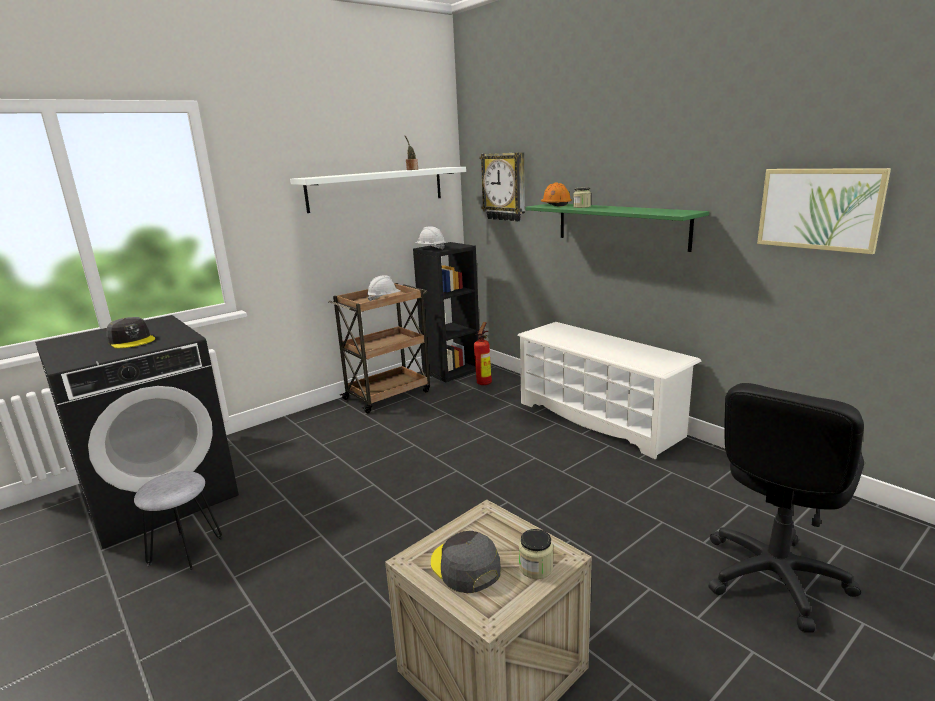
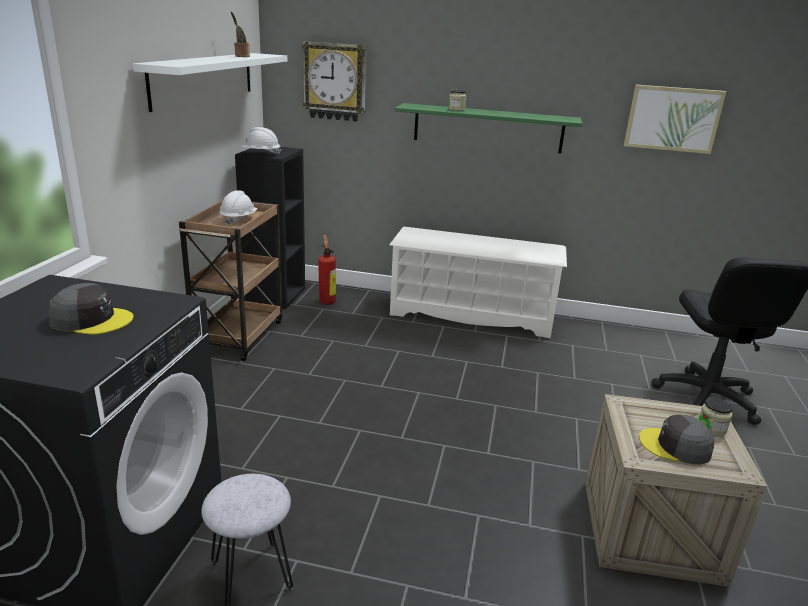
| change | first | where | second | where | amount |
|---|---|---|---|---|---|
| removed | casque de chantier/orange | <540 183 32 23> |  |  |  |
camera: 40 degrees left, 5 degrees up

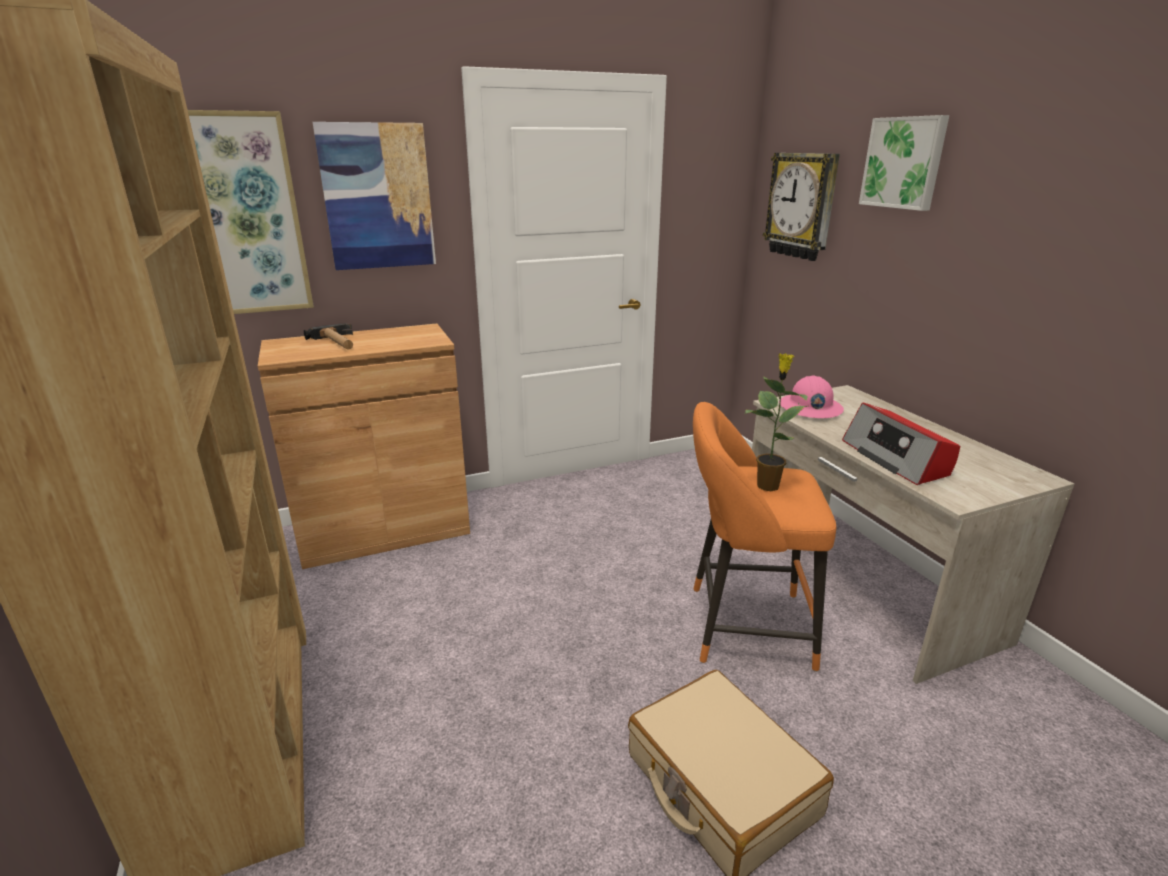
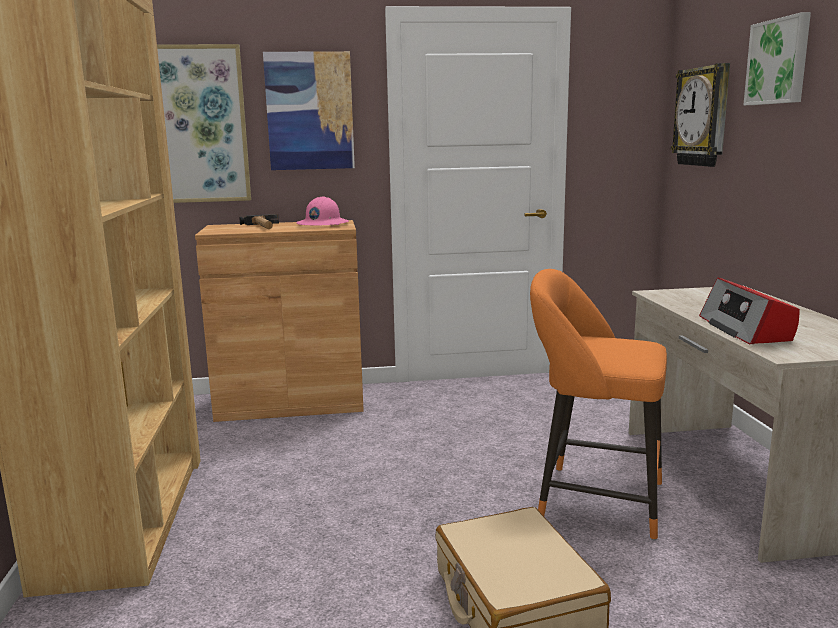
| change | first | where | second | where | amount |
|---|---|---|---|---|---|
| moved | casque de chantier/rose | <779 376 65 42> |  | <296 196 53 30> |  |
| removed | plante en pot | <745 353 63 138> |  |  |  |
camera: 15 degrees right, 10 degrees down

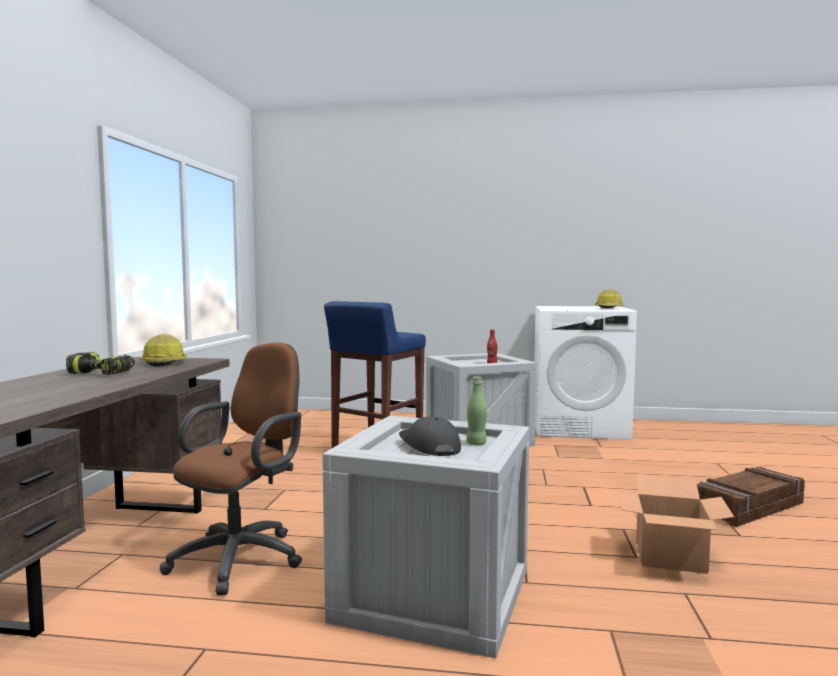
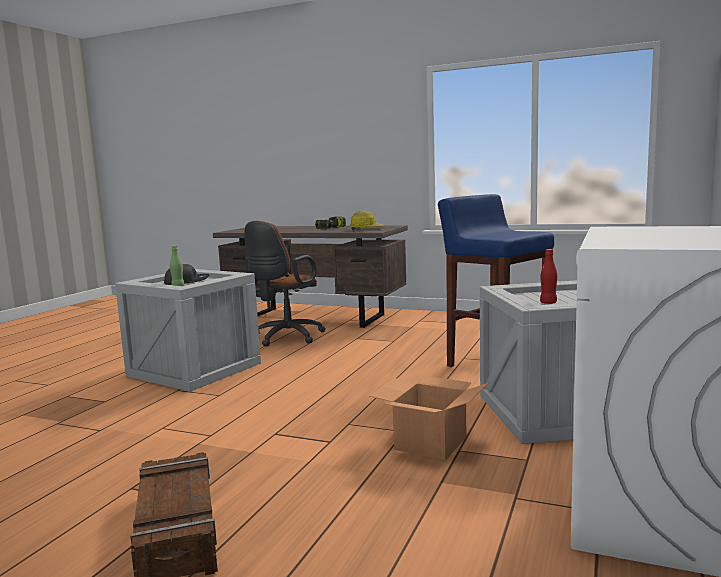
| change | first | where | second | where | amount |
|---|---|---|---|---|---|
| turned | chaise de bureau/marron | <160 342 142 254> |  | <244 221 82 126> | 75 degrees clockwise |
| moved | carton | <618 475 116 99> |  | <369 376 119 85> |  |
| removed | casque de chantier | <595 289 29 19> |  |  |  |
camera: 105 degrees right, 5 degrees up

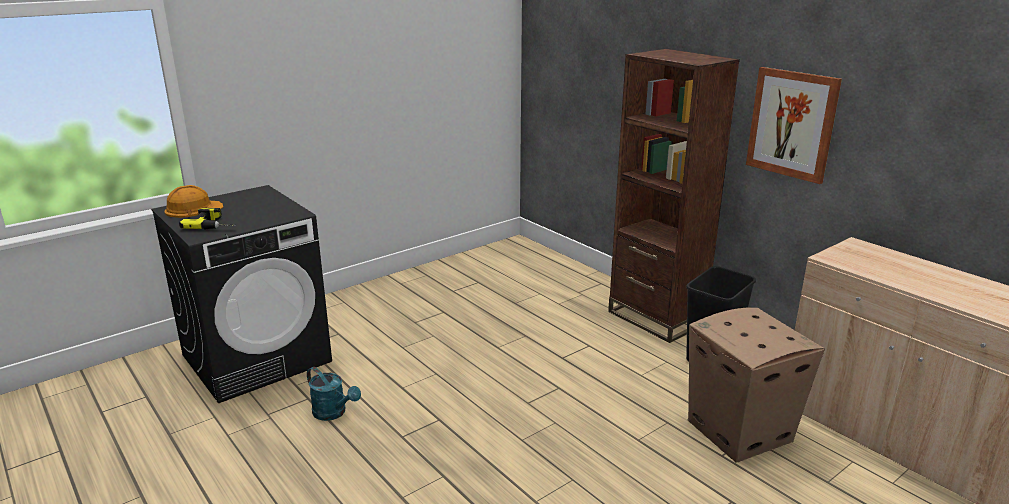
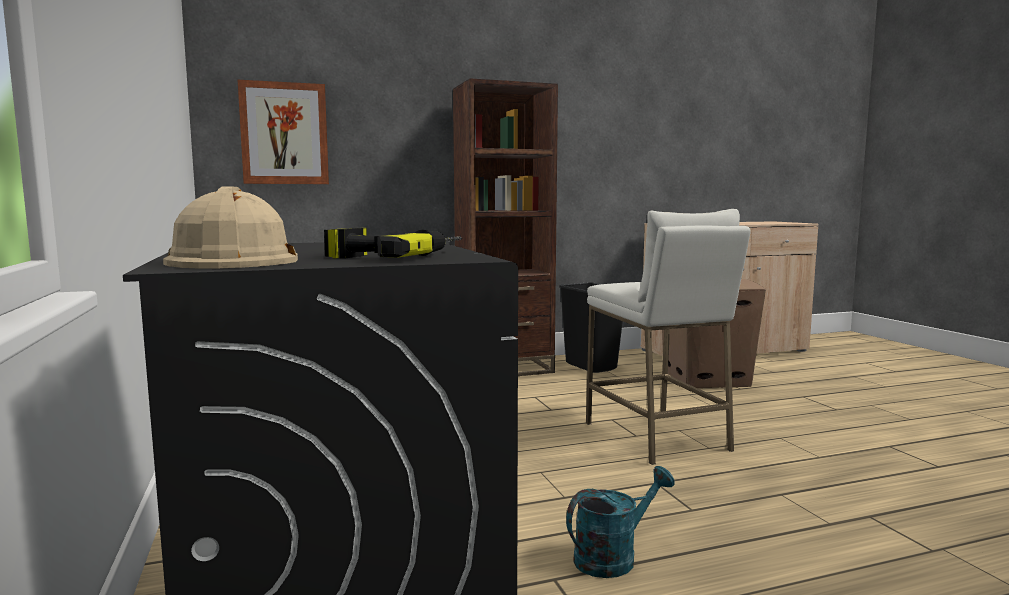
| change | first | where | second | where | amount |
|---|---|---|---|---|---|
| recoloured | casque de chantier/orange | <165 185 58 33> | casque de chantier/beige | <163 187 135 81> |  |
| moved | tableau | <746 67 96 117> |  | <238 80 91 104> |  |
| added |  |  | tabouret/blanc | <586 209 165 256> |  |
camera: 70 degrees left, 15 degrees down

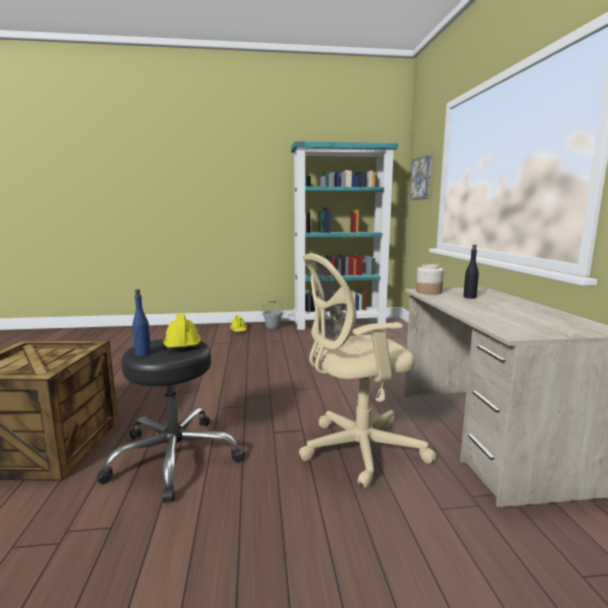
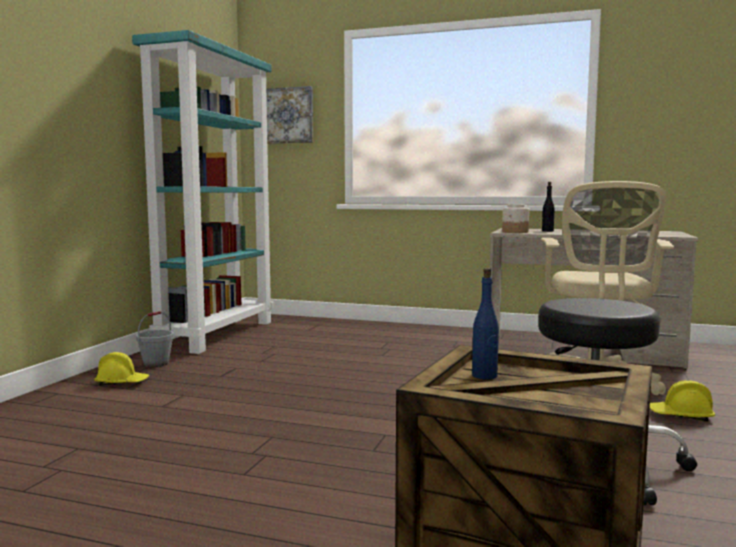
| change | first | where | second | where | amount |
|---|---|---|---|---|---|
| moved | bouteille/bleu | <132 289 19 67> |  | <472 268 27 111> |  |
| moved | casque de chantier/jaune | <163 314 38 37> |  | <650 380 65 42> |  |
camera: 65 degrees left, 5 degrees down

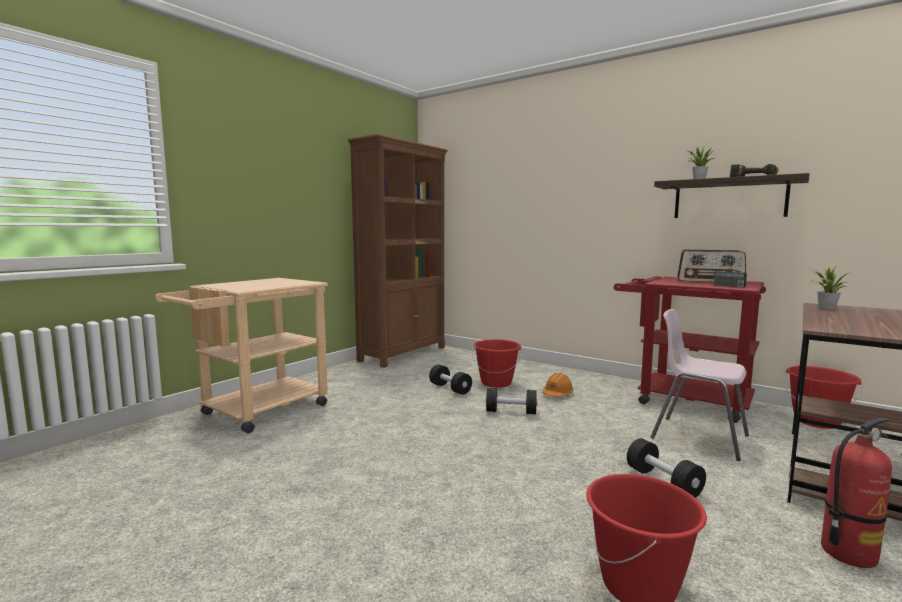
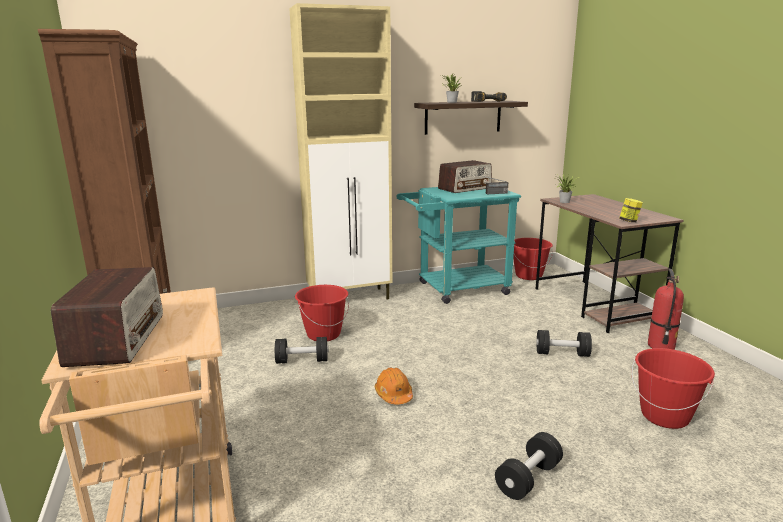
| change | first | where | second | where | amount |
|---|---|---|---|---|---|
| added |  |  | radio | <51 267 112 100> |  |
| added |  |  | meuble de rangement/beige | <289 3 103 297> |  |
| moved | casque de chantier/orange | <542 373 32 24> |  | <375 368 38 36> |  |
| recoloured | chariot/rouge | <614 276 152 147> | chariot/turquoise | <396 187 125 117> |  |
| moved | haltère/noir | <486 388 52 26> |  | <495 432 68 68> |  |
| added |  |  | bocal | <619 198 24 24> |  |
| removed | chaise/rose | <651 309 98 152> |  |  |  |
camera: 55 degrees left, 10 degrees up

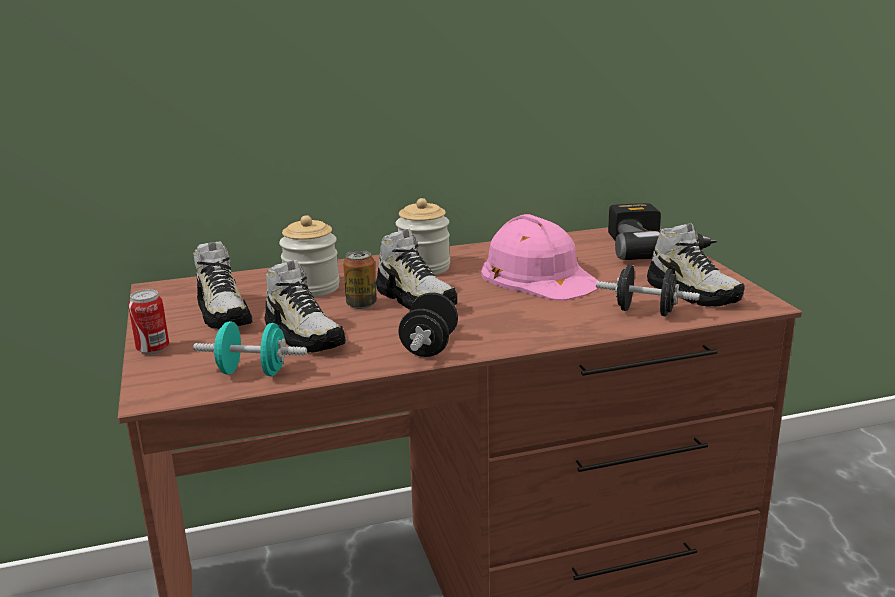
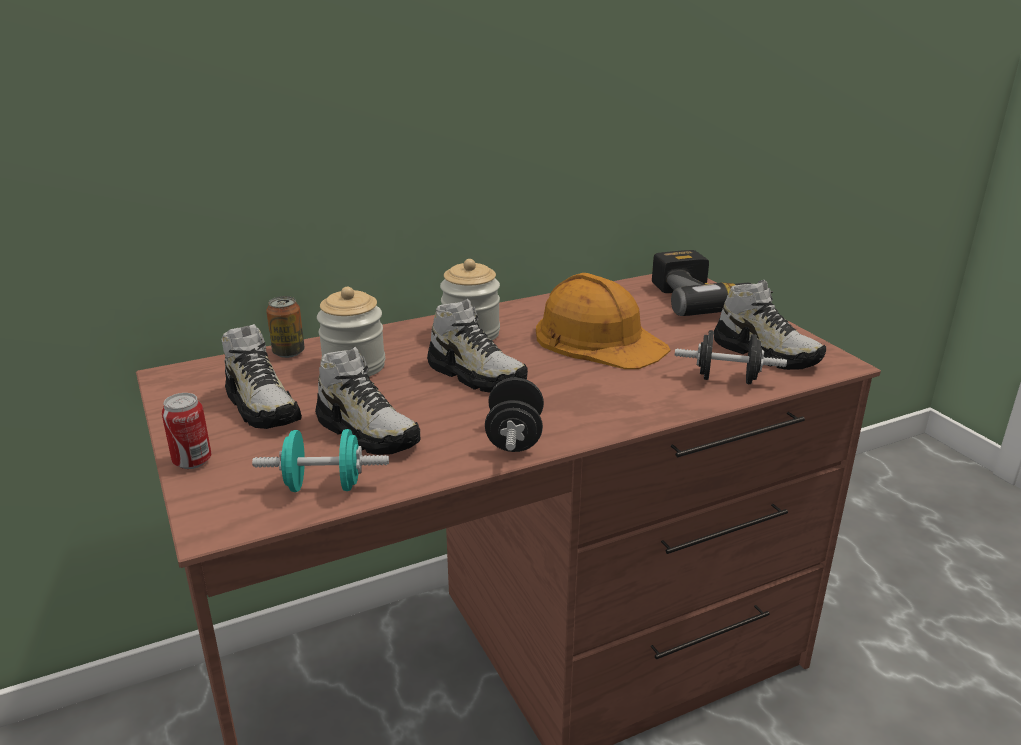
| change | first | where | second | where | amount |
|---|---|---|---|---|---|
| moved | boîte métallique | <343 250 34 59> |  | <266 296 39 62> |  |
| recoloured | casque de chantier/rose | <481 214 119 87> | casque de chantier/orange | <536 273 134 96> |  |
camera: 10 degrees left, 5 degrees up

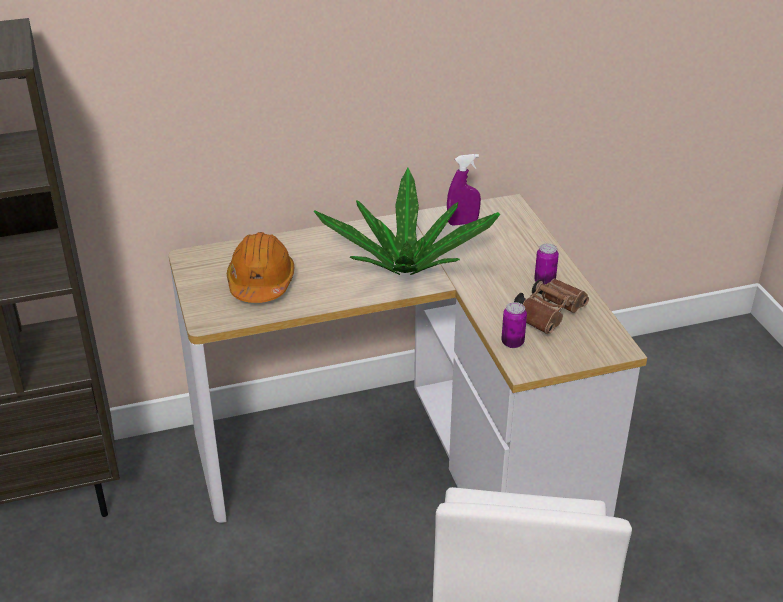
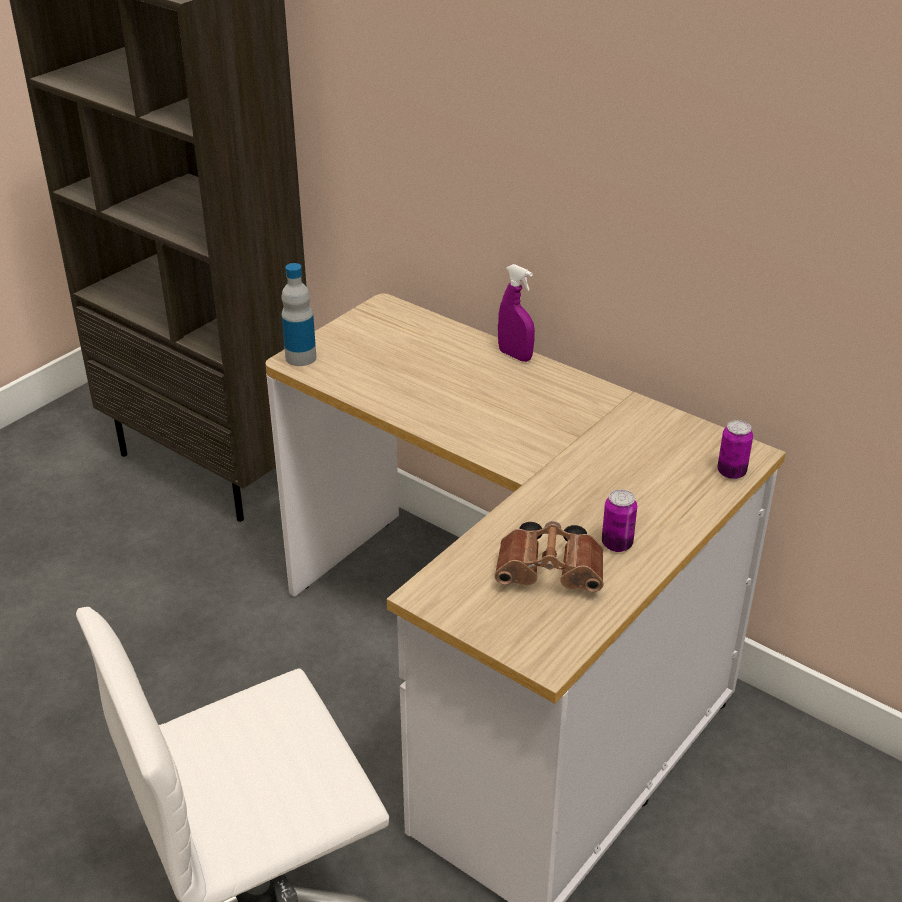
| change | first | where | second | where | amount |
|---|---|---|---|---|---|
| added |  |  | bouteille | <281 263 35 103> |  |
| moved | vaporisateur/violet | <447 154 34 71> |  | <498 264 37 98> |  |
| moved | boîte métallique | <501 302 26 46> |  | <717 420 36 59> |  |
| removed | casque de chantier/orange | <227 232 67 71> |  |  |  |
| removed | plante en pot | <314 168 187 107> |  |  |  |
camera: 55 degrees right, 0 degrees up

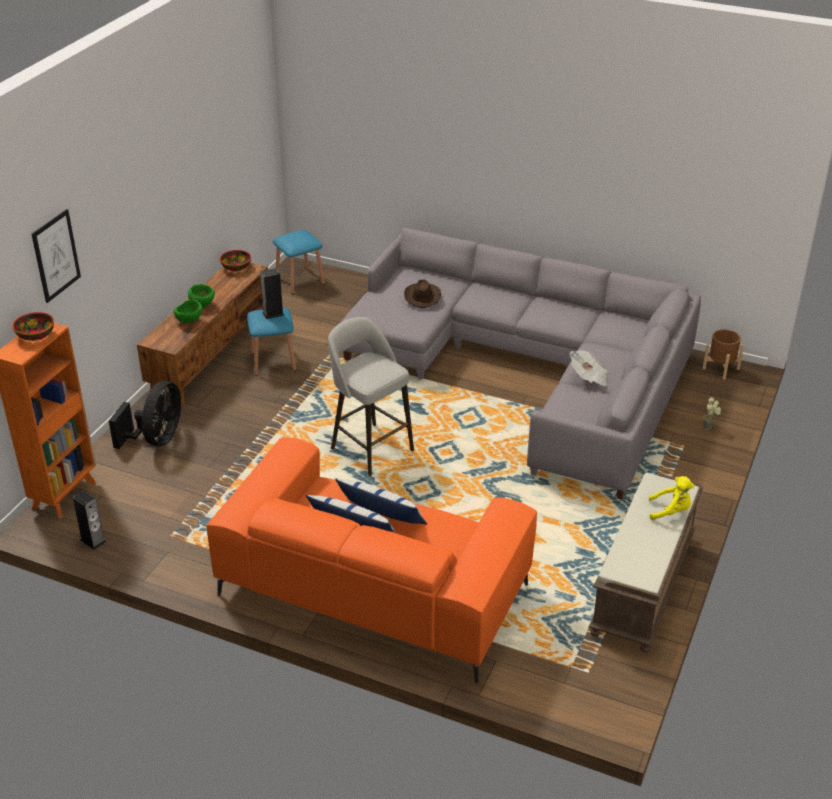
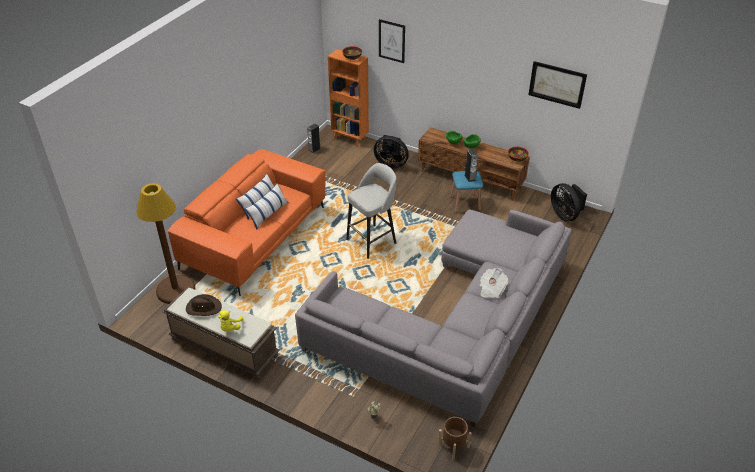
| change | first | where | second | where | amount |
|---|---|---|---|---|---|
| added |  |  | lampadaire/marron | <136 183 59 121> |  |
| moved | chapeau/marron | <404 279 37 29> |  | <186 294 36 22> |  |
| moved | journal | <570 350 37 36> |  | <480 268 28 30> |  |
| added |  |  | tableau | <528 61 59 48> |  |
| replaced | tabouret/bleu | <273 230 52 64> | ventilateur/noir | <551 183 36 39> |  |
camera: 95 degrees right, 5 degrees up

